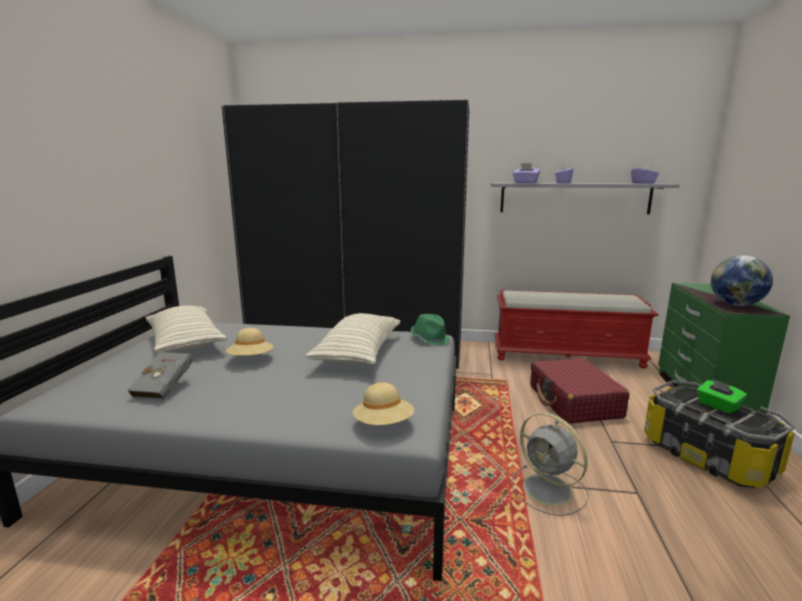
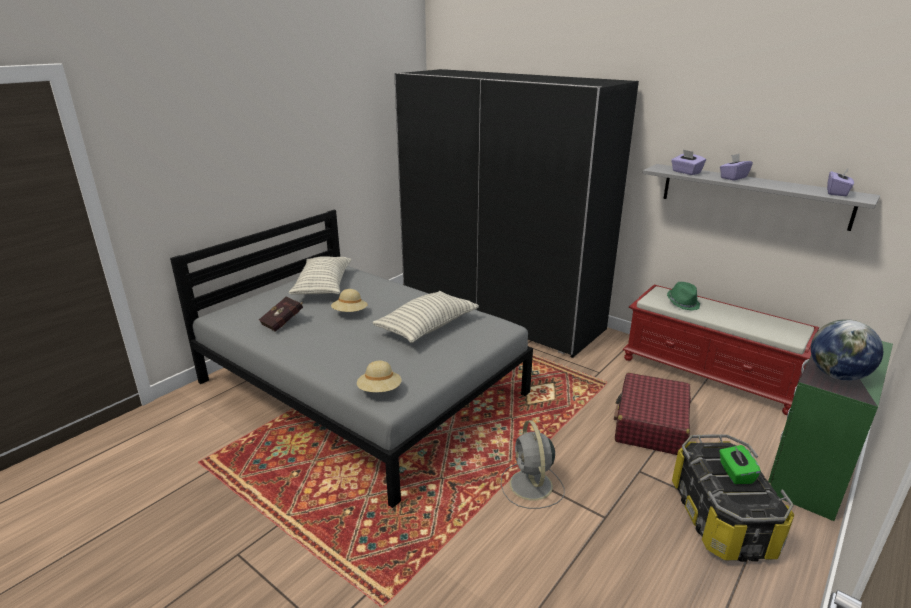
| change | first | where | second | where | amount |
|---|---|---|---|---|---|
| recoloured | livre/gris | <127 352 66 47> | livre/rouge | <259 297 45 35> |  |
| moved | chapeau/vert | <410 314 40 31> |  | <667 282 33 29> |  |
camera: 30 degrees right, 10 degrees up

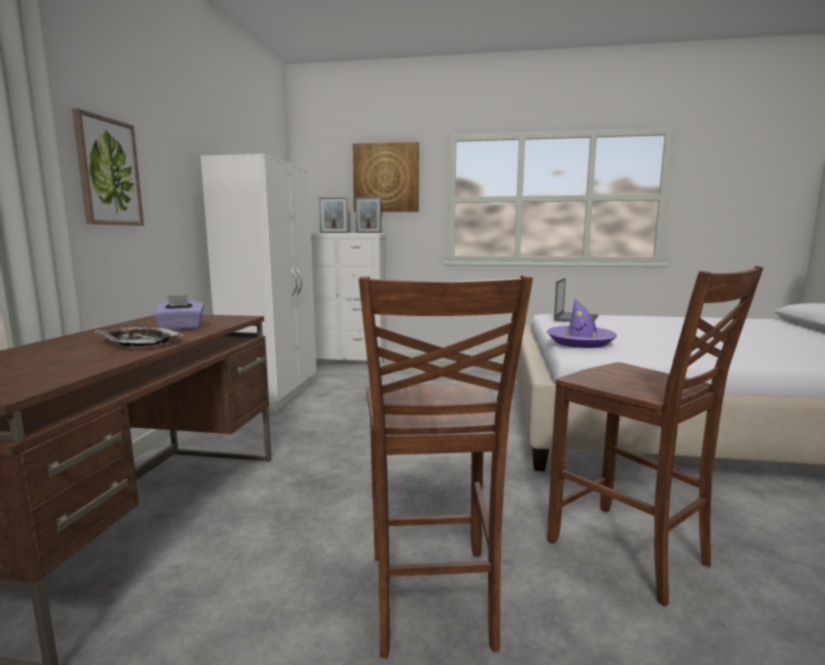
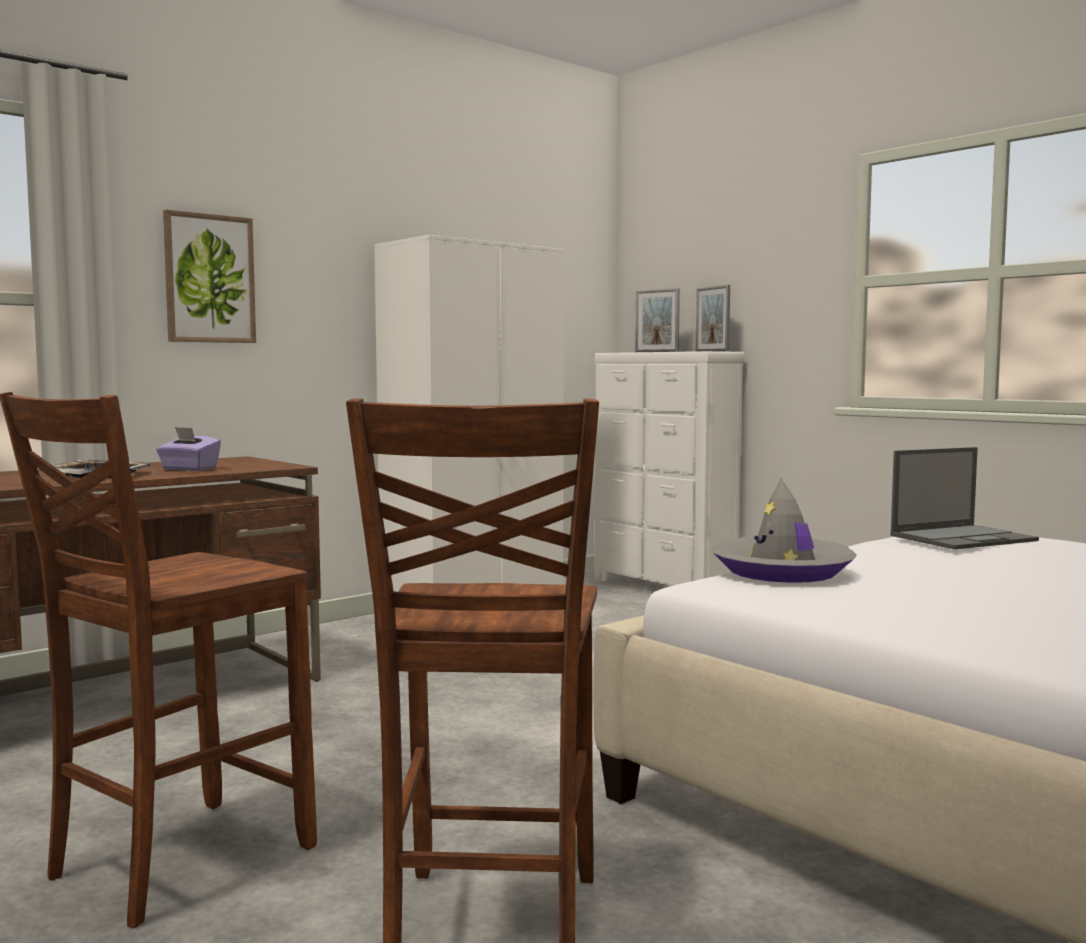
| change | first | where | second | where | amount |
|---|---|---|---|---|---|
| recoloured | chapeau/violet | <546 299 71 49> | chapeau/gris | <711 478 146 105> |  |
| removed | tableau | <353 142 66 70> |  |  |  |
camera: 40 degrees right, 5 degrees down

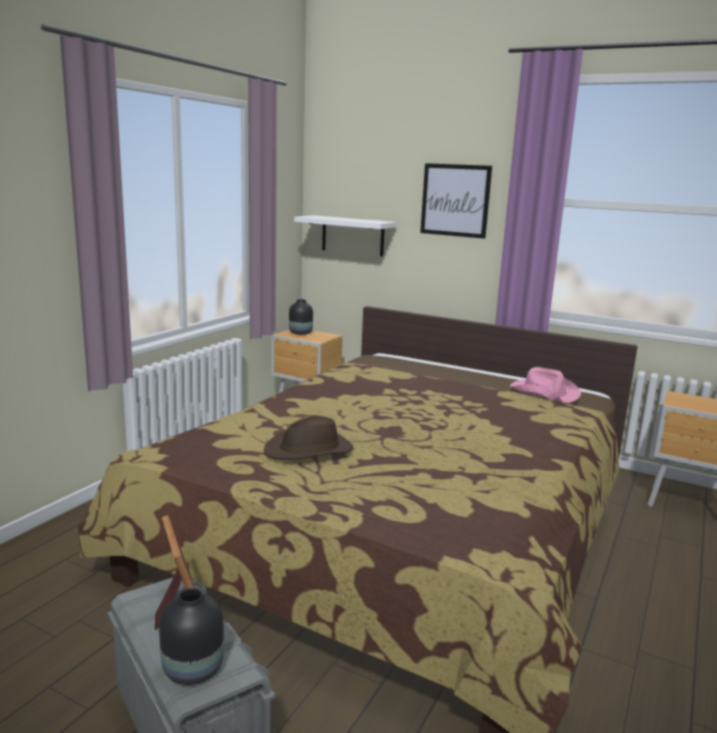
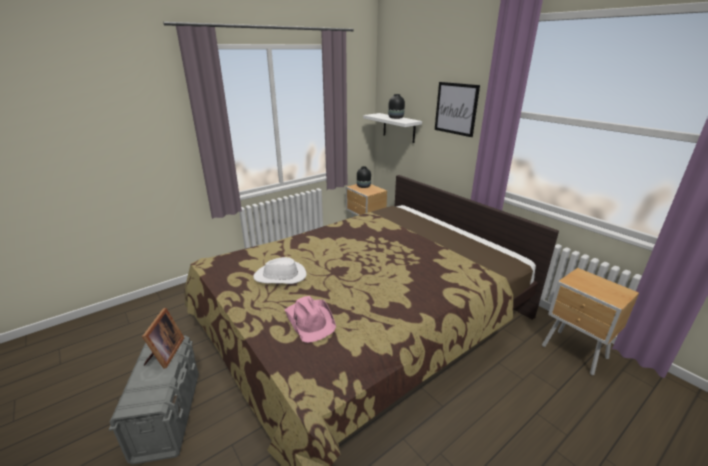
| change | first | where | second | where | amount |
|---|---|---|---|---|---|
| recoloured | chapeau/marron | <264 416 90 44> | chapeau/blanc | <253 257 54 27> |  |
| moved | chapeau/rose | <510 367 71 36> |  | <285 296 51 47> |  |
| moved | vase/noir | <159 588 65 97> |  | <388 94 17 25> |  |
camera: 25 degrees right, 10 degrees up

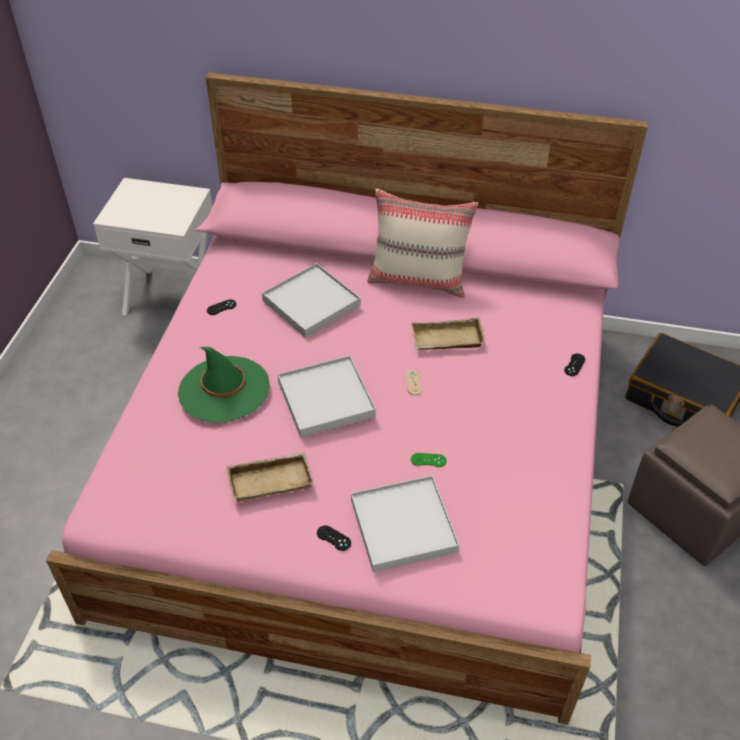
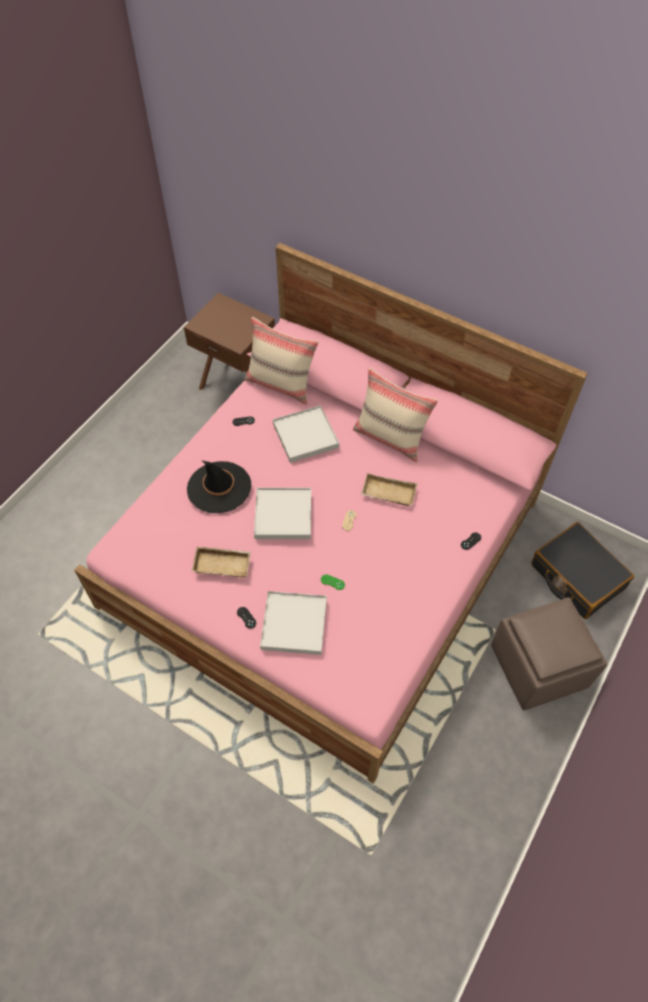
| change | first | where | second | where | amount |
|---|---|---|---|---|---|
| recoloured | table de chevet/blanc | <93 178 119 137> | table de chevet/marron | <184 293 91 97> |  |
| recoloured | chapeau/vert | <178 347 92 75> | chapeau/noir | <187 461 64 52> |  |
| added |  |  | coussin/beige | <245 317 74 88> |  |
camera: 20 degrees right, 10 degrees up

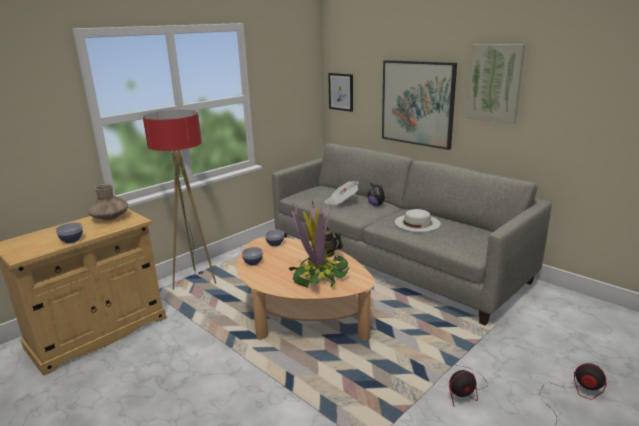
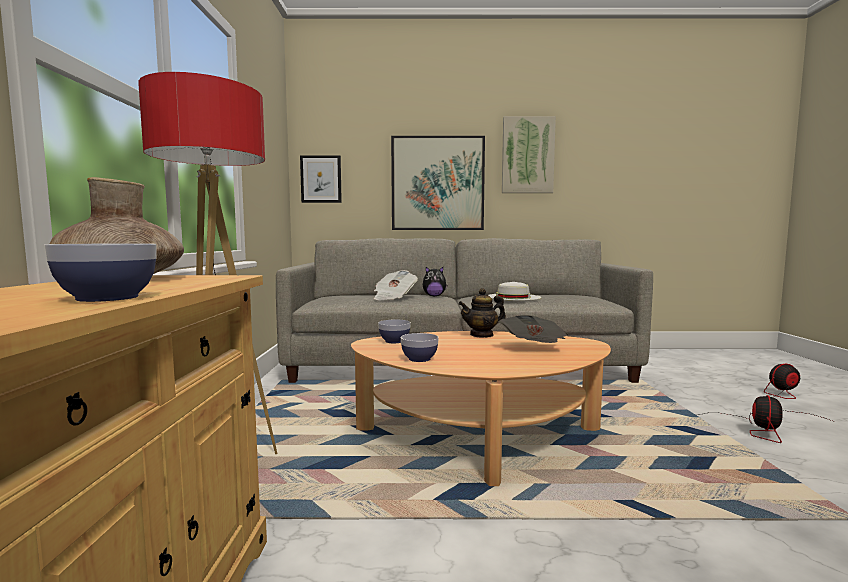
| change | first | where | second | where | amount |
|---|---|---|---|---|---|
| replaced | plante en pot | <288 201 61 87> | journal | <498 315 70 28> |  |
camera: 45 degrees left, 15 degrees down

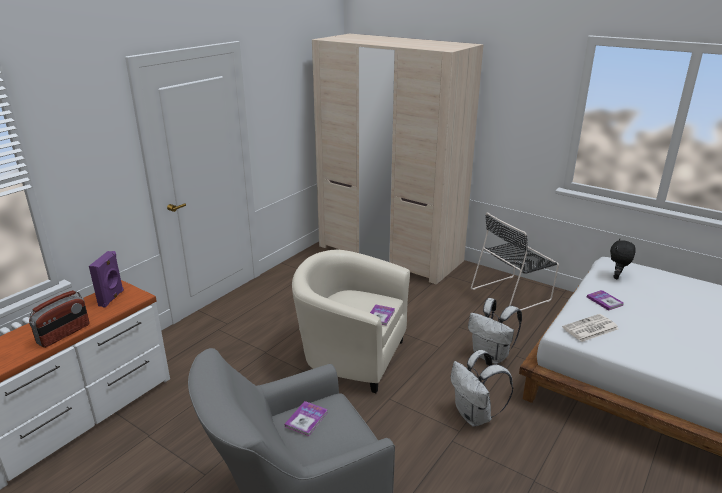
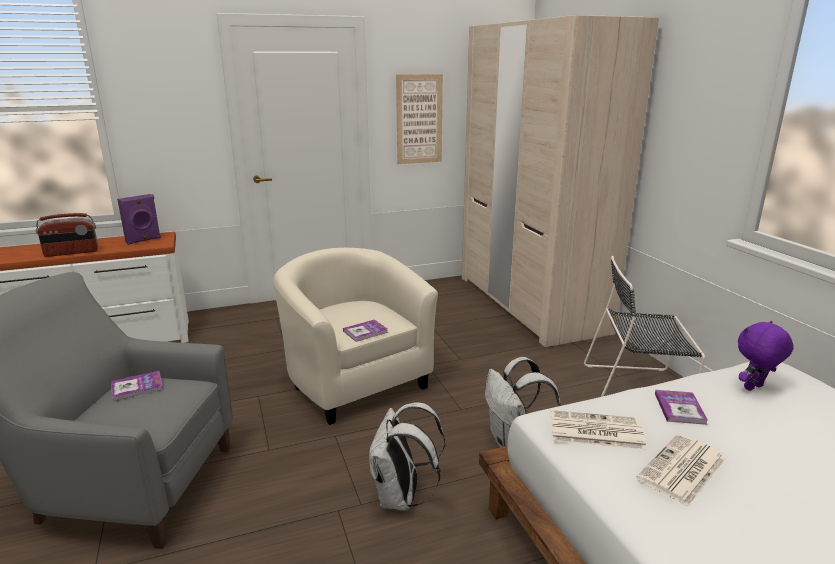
| change | first | where | second | where | amount |
|---|---|---|---|---|---|
| added |  |  | tableau | <396 74 47 90> |  |
| added |  |  | journal | <636 434 90 73> |  |
| recoloured | peluche/noir | <610 239 26 40> | peluche/violet | <738 321 56 70> |  |
camera: 35 degrees right, 5 degrees down

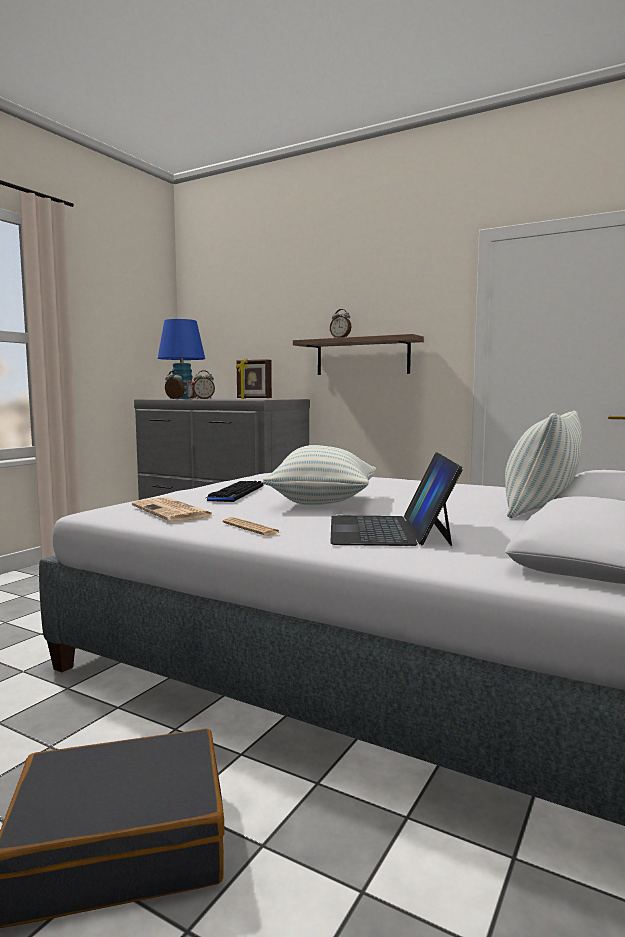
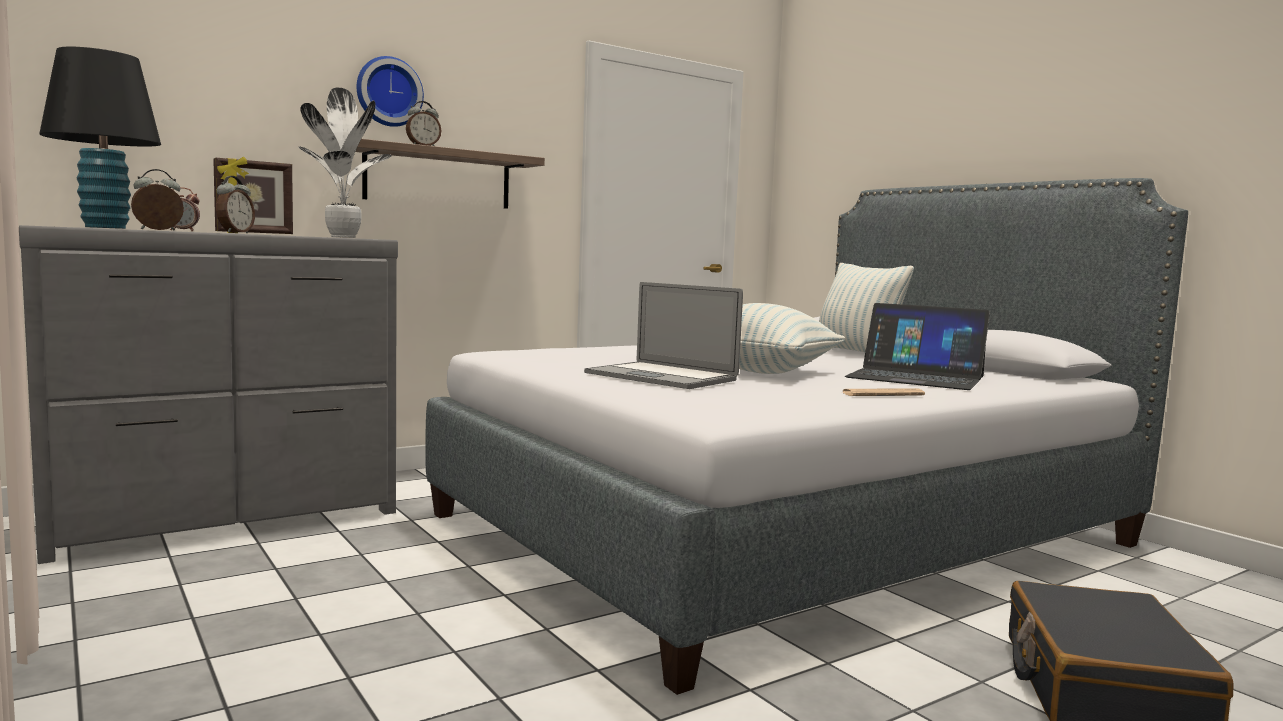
| change | first | where | second | where | amount |
|---|---|---|---|---|---|
| recoloured | lampe de table/bleu | <158 319 47 80> | lampe de table/noir | <39 47 122 182> |  |
| added |  |  | plante en pot | <298 87 94 151> |  |
| added |  |  | horloge murale | <357 56 67 71> |  |
| replaced | clavier | <206 481 58 21> | ordinateur portable | <584 282 159 107> |  |
| removed | journal | <132 497 82 24> |  |  |  |
camera: 65 degrees left, 0 degrees up

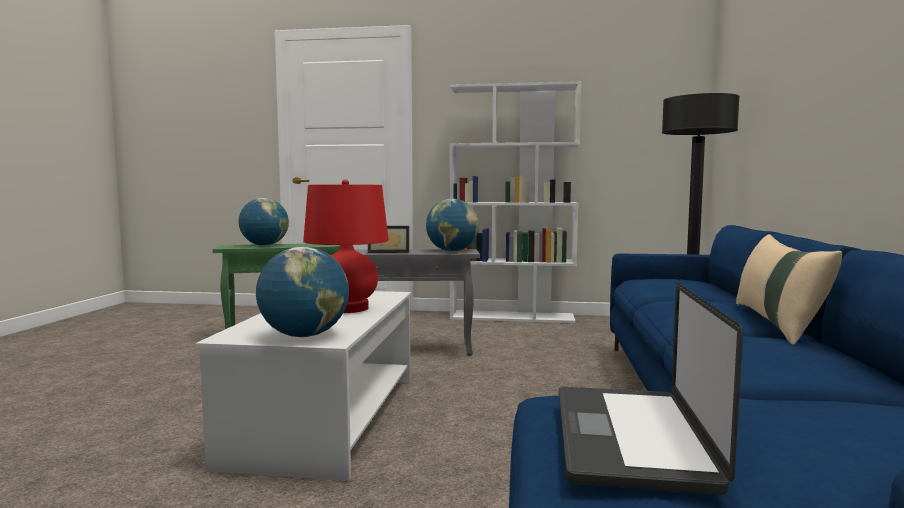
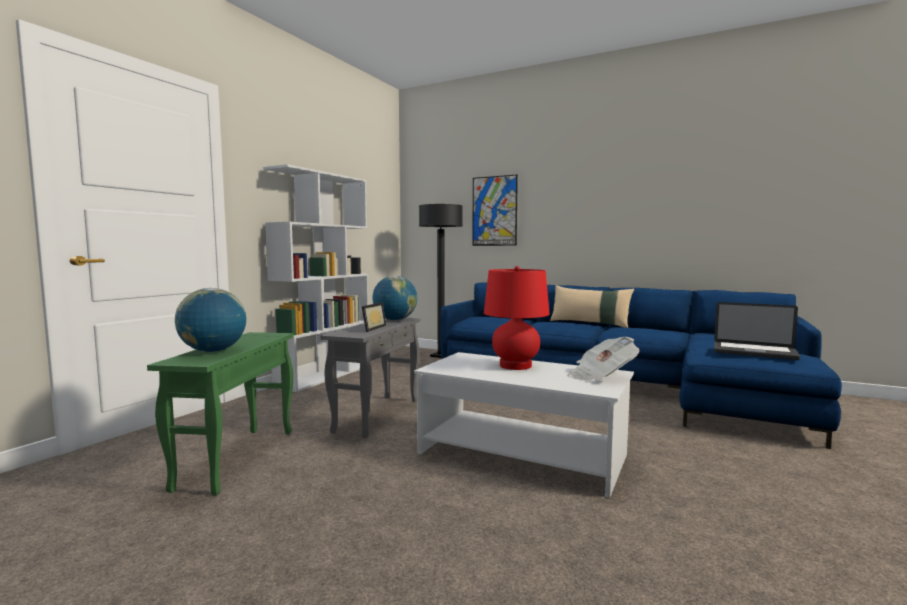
| change | first | where | second | where | amount |
|---|---|---|---|---|---|
| added |  |  | tableau | <472 175 46 71> |  |
| replaced | globe | <256 247 93 90> | journal | <568 337 71 44> |  |
camera: 70 degrees left, 0 degrees up

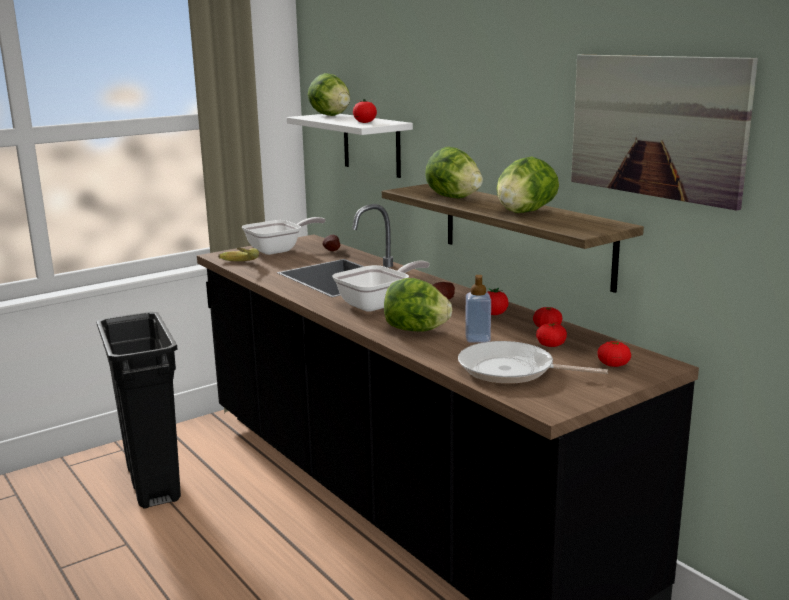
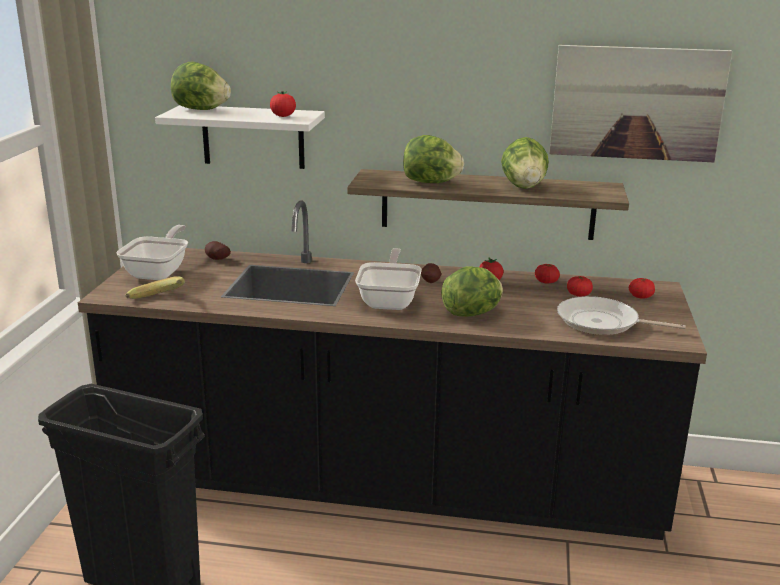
| change | first | where | second | where | amount |
|---|---|---|---|---|---|
| turned | poêle | <458 341 150 43> |  | <557 296 129 39> | 45 degrees clockwise |
| removed | distributeur de savon | <465 275 26 68> |  |  |  |
camera: 45 degrees left, 5 degrees up

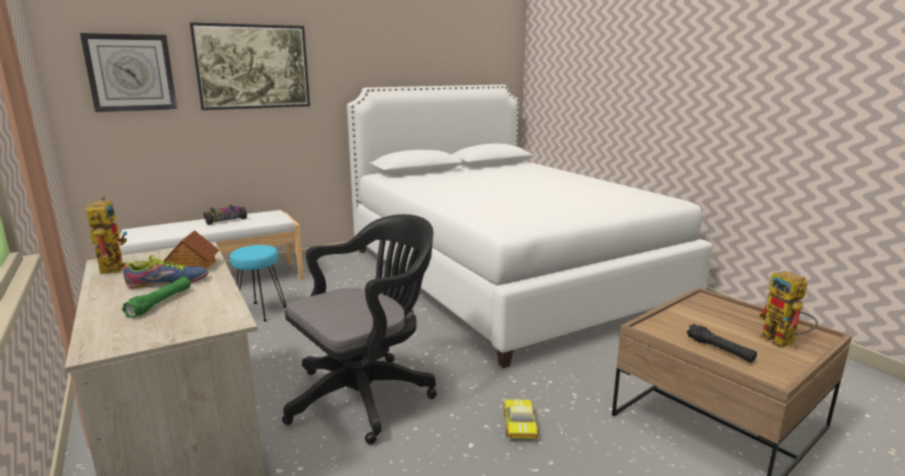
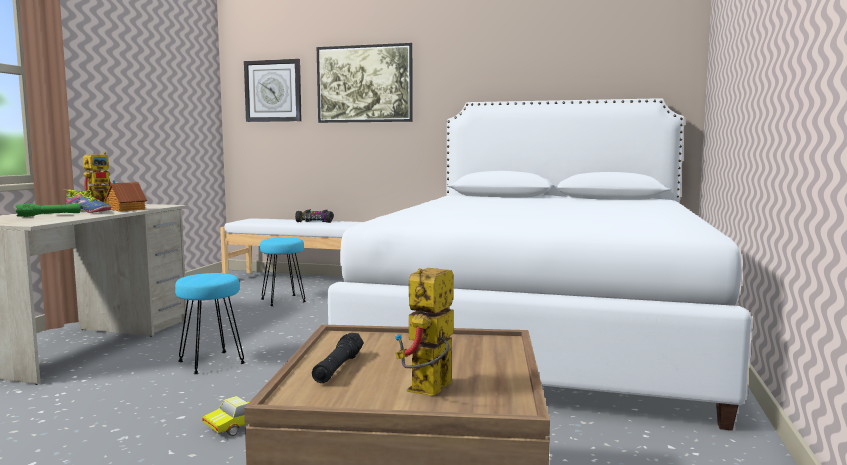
| change | first | where | second | where | amount |
|---|---|---|---|---|---|
| replaced | chaise de bureau/noir | <282 214 155 231> | tabouret/turquoise | <175 273 70 101> |  |
camera: 45 degrees right, 10 degrees down

